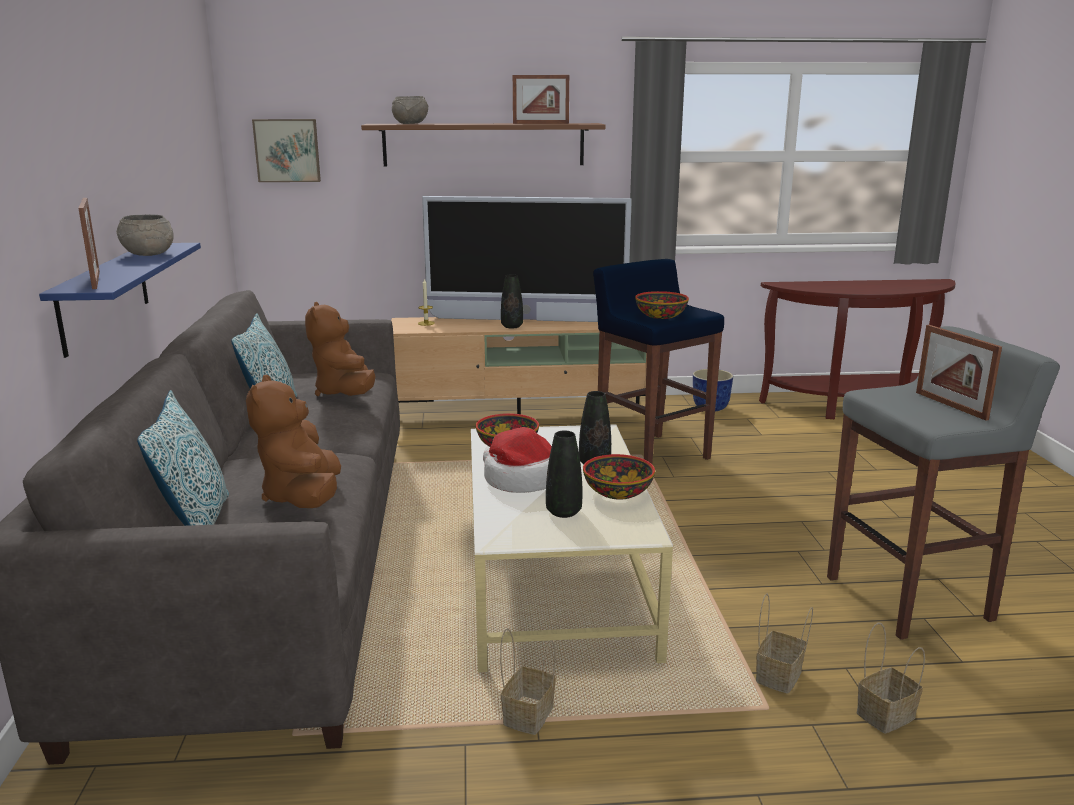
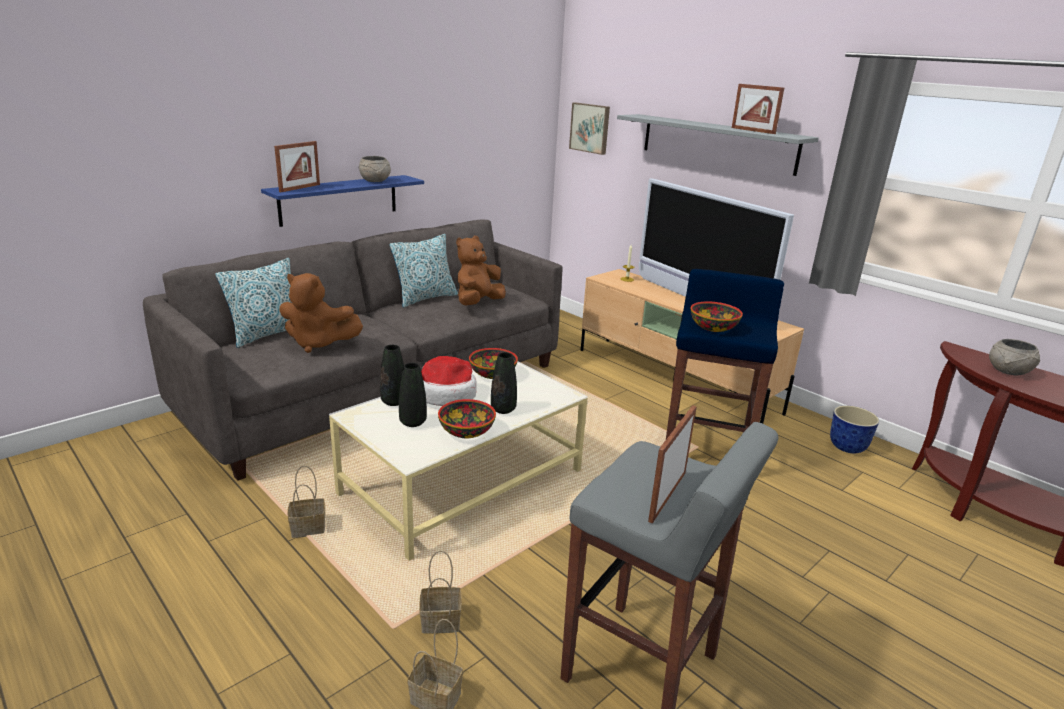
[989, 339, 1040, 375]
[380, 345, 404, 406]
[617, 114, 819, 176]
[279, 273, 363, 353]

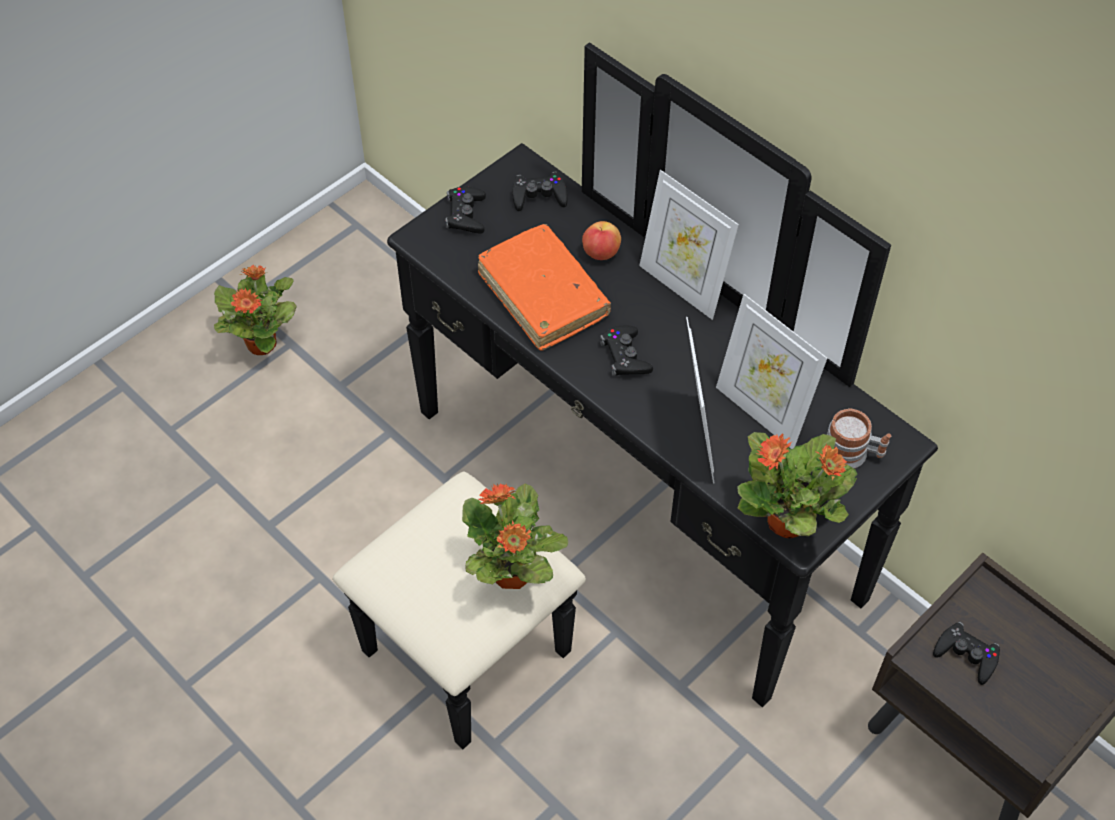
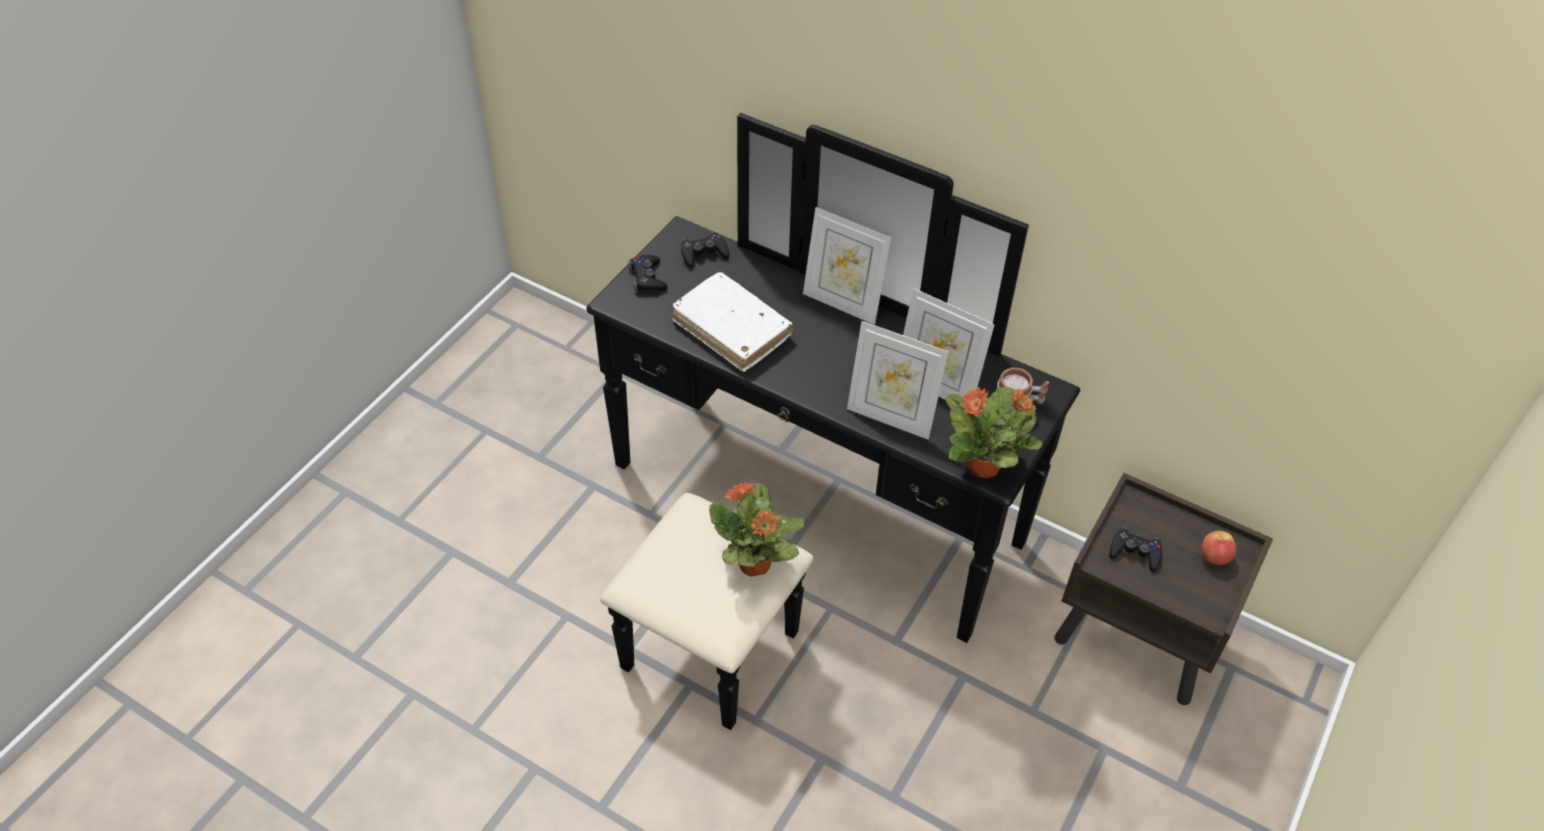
[214, 264, 297, 355] (first image)
[600, 325, 653, 376] (first image)
[1201, 531, 1237, 565]
[672, 272, 793, 372]
[847, 321, 948, 440]

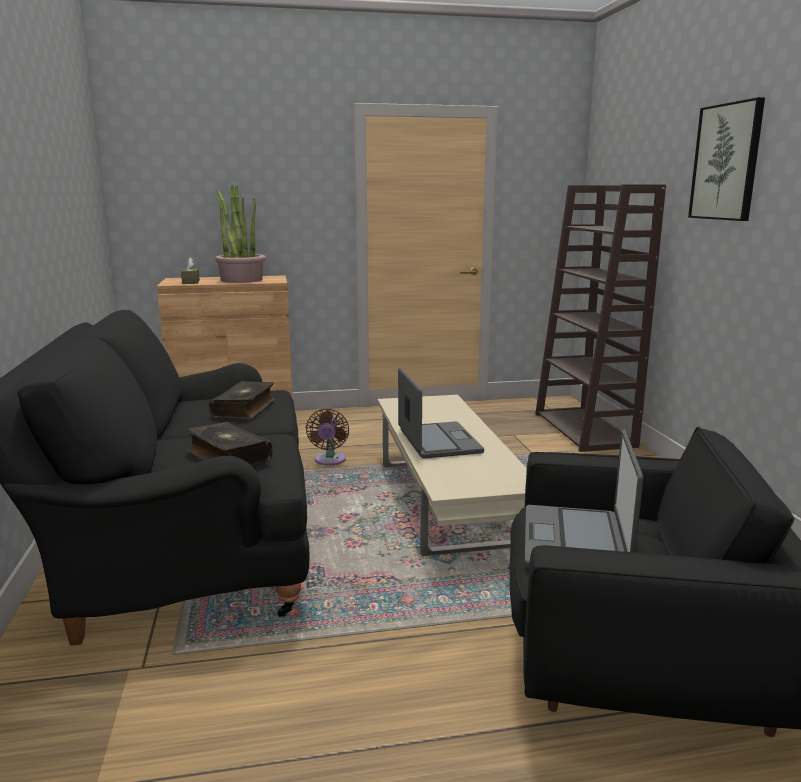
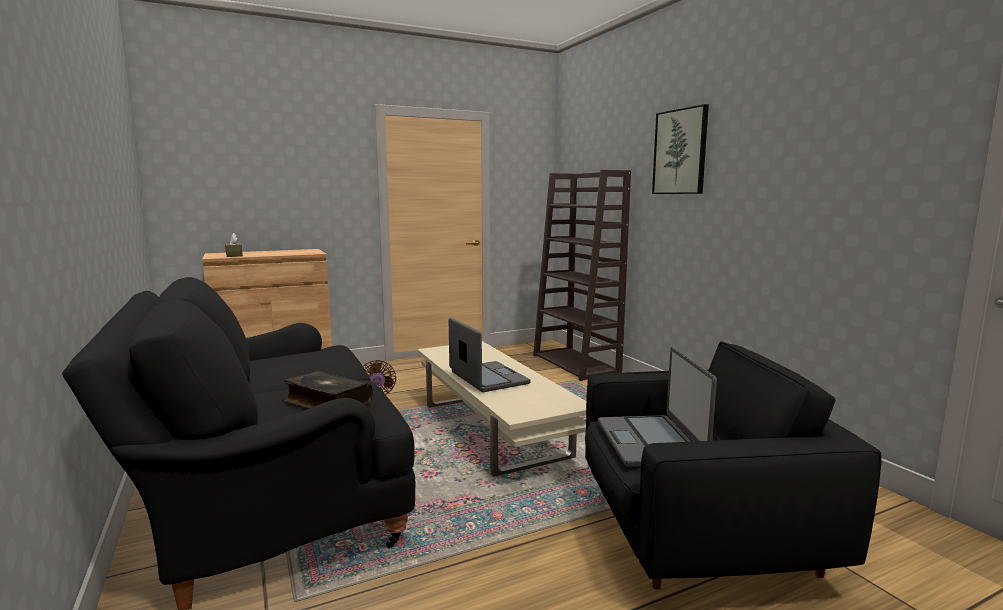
[209, 381, 275, 419] (first image)
[215, 185, 266, 283] (first image)

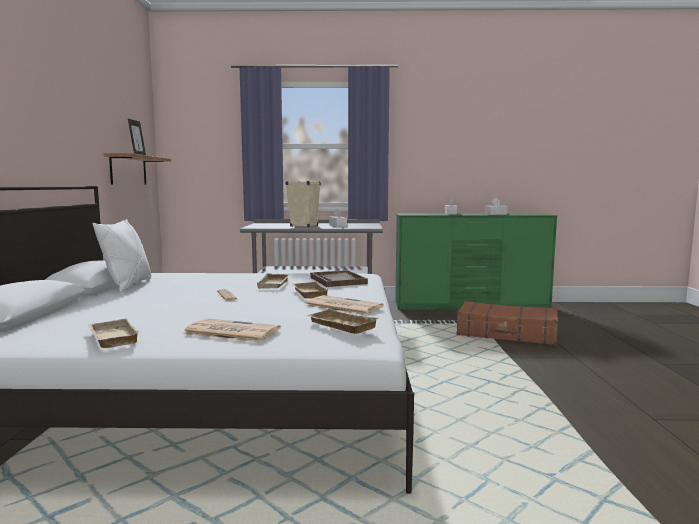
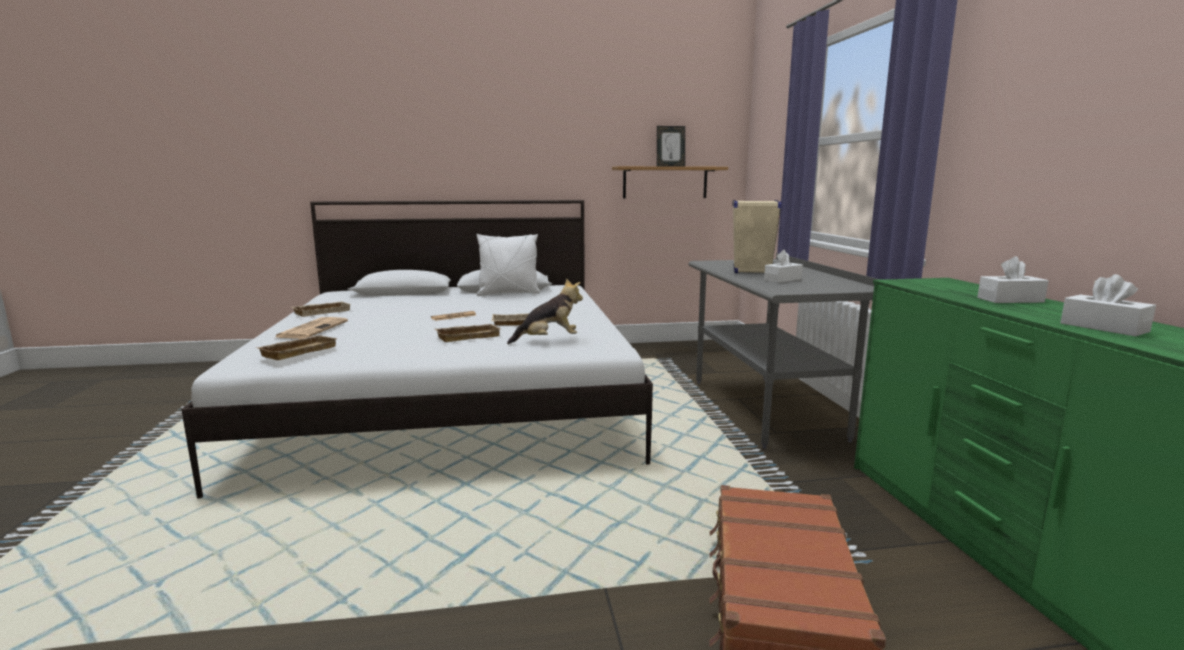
[305, 295, 384, 315] (first image)
[507, 278, 583, 344]

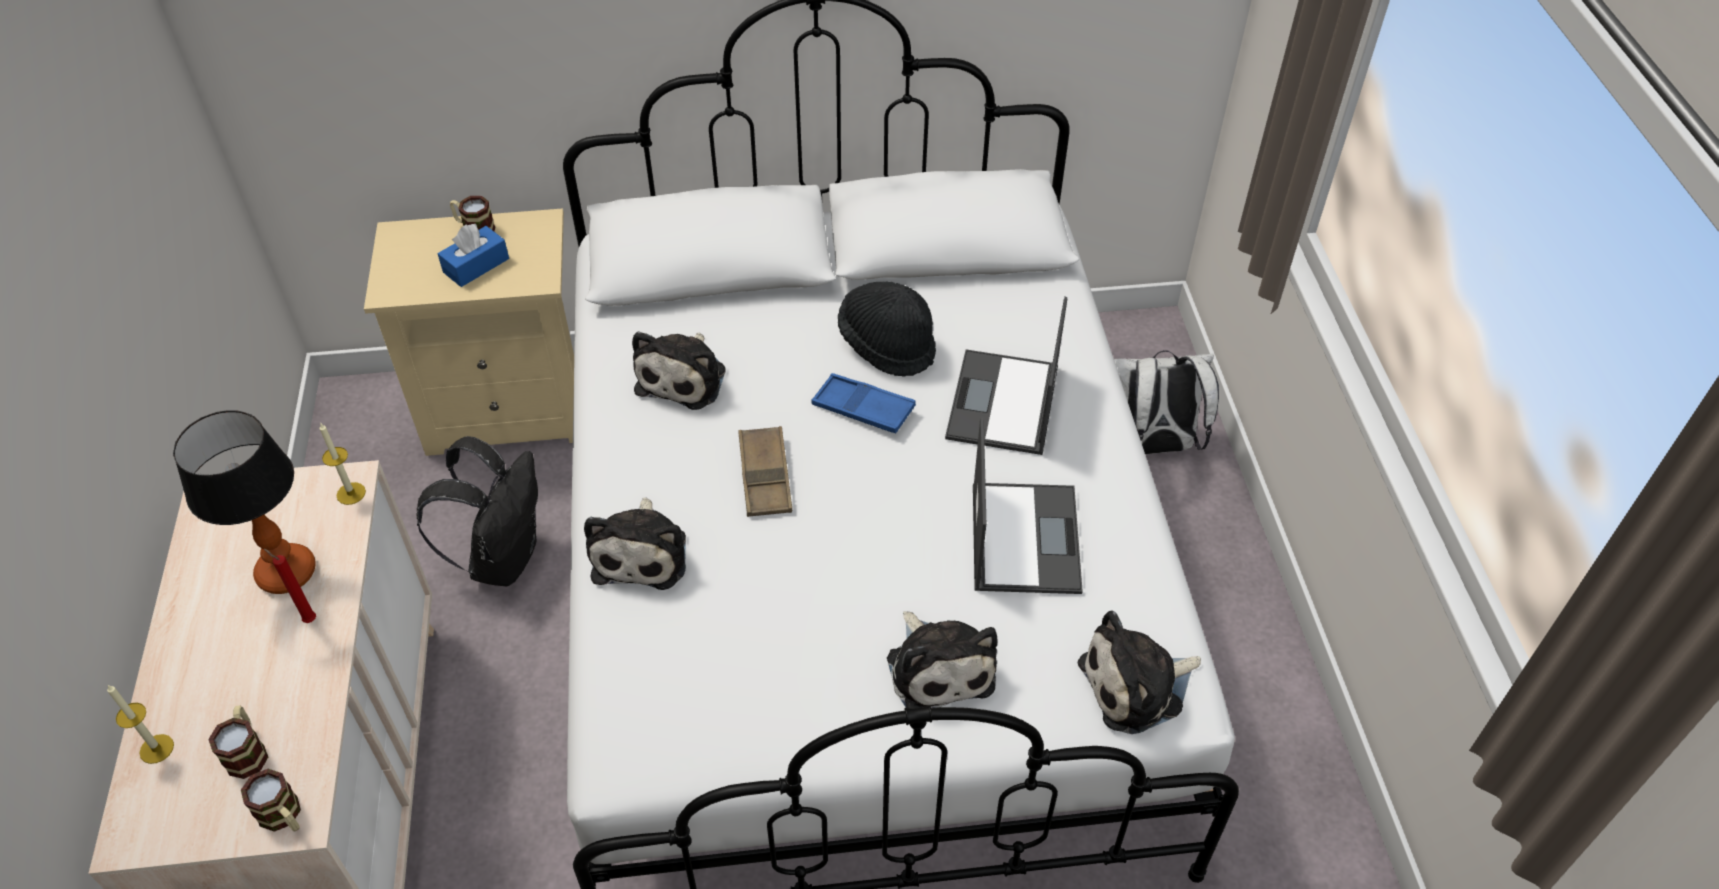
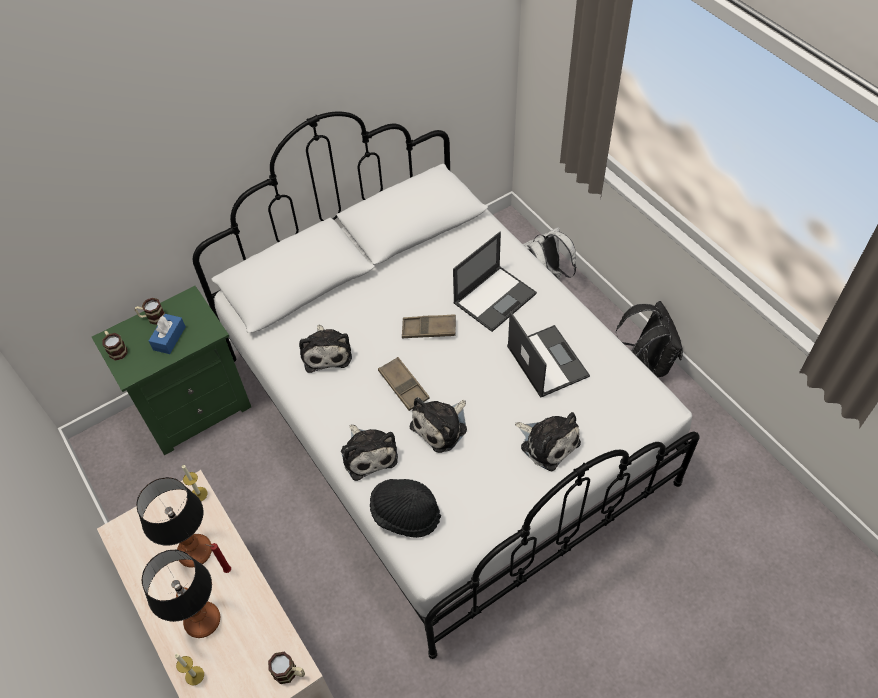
[142, 550, 220, 638]
[102, 331, 127, 361]
[616, 301, 683, 377]
[370, 479, 441, 538]
[410, 397, 467, 453]
[92, 286, 251, 455]
[402, 314, 456, 338]
[453, 232, 537, 332]

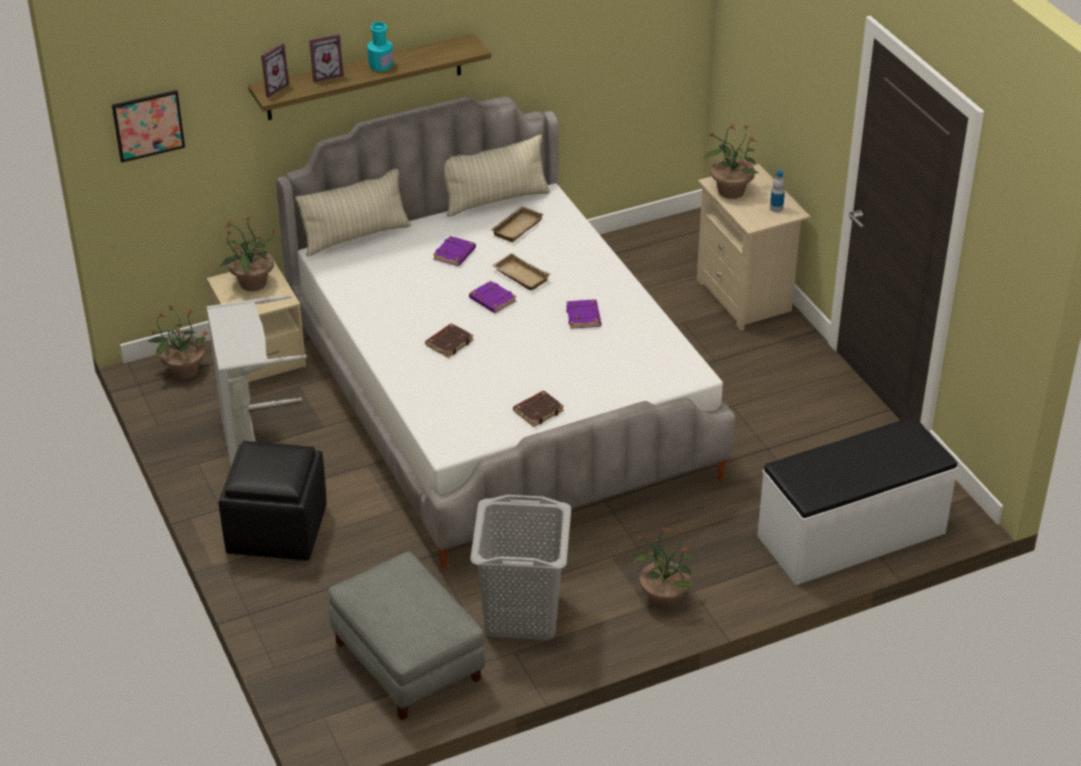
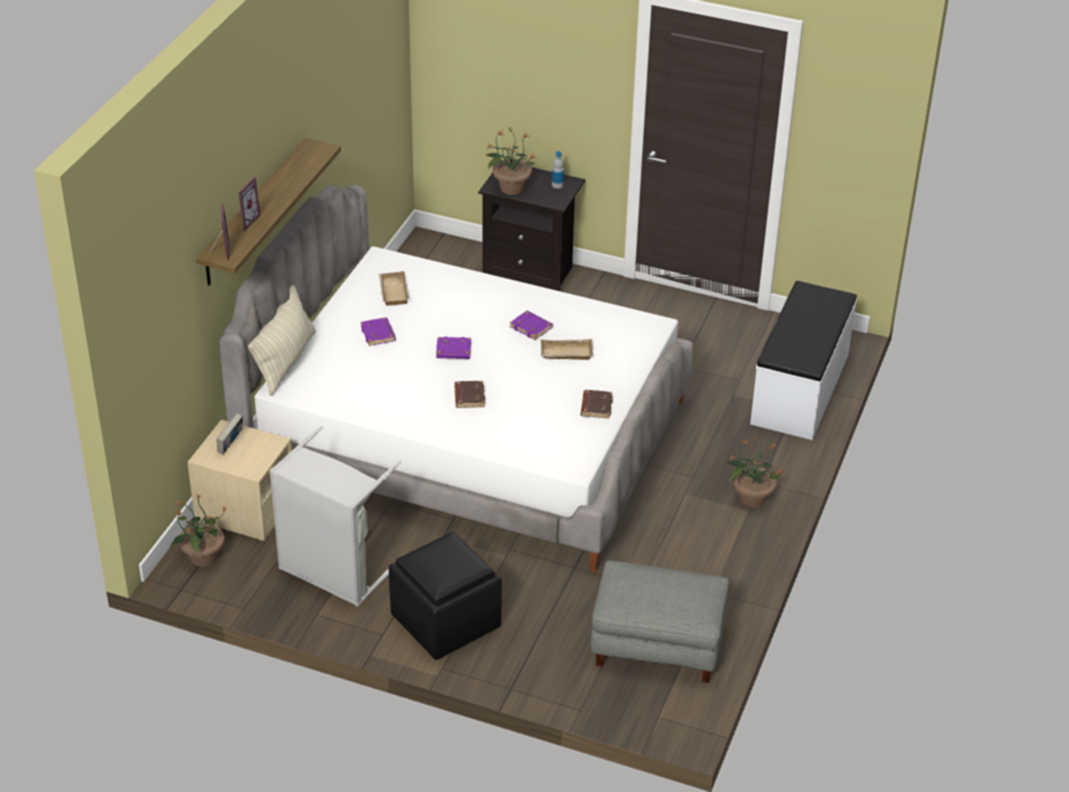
[112, 90, 185, 163] (first image)
[367, 22, 393, 71] (first image)
[444, 135, 550, 217] (first image)
[470, 495, 571, 640] (first image)
[541, 339, 593, 360]
[216, 413, 243, 455]
[478, 167, 585, 291]

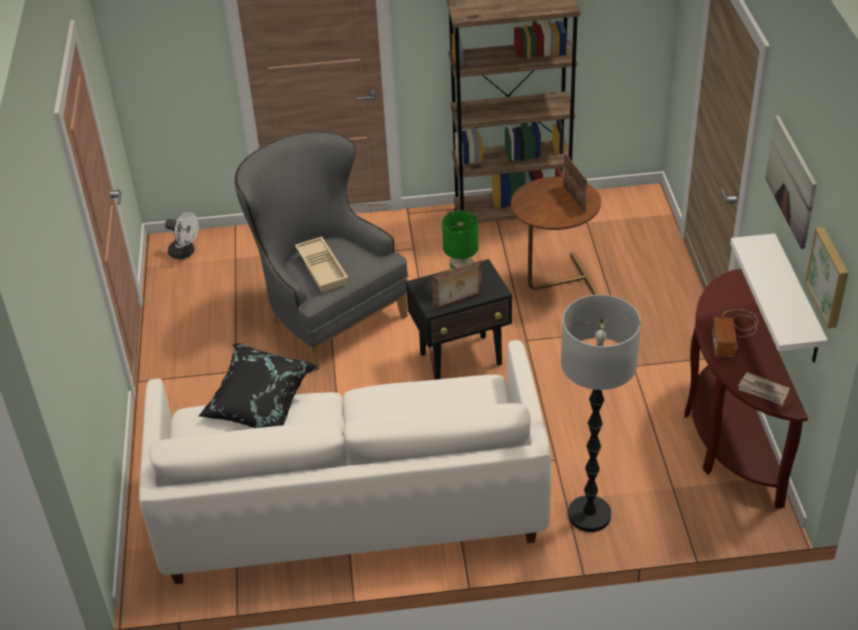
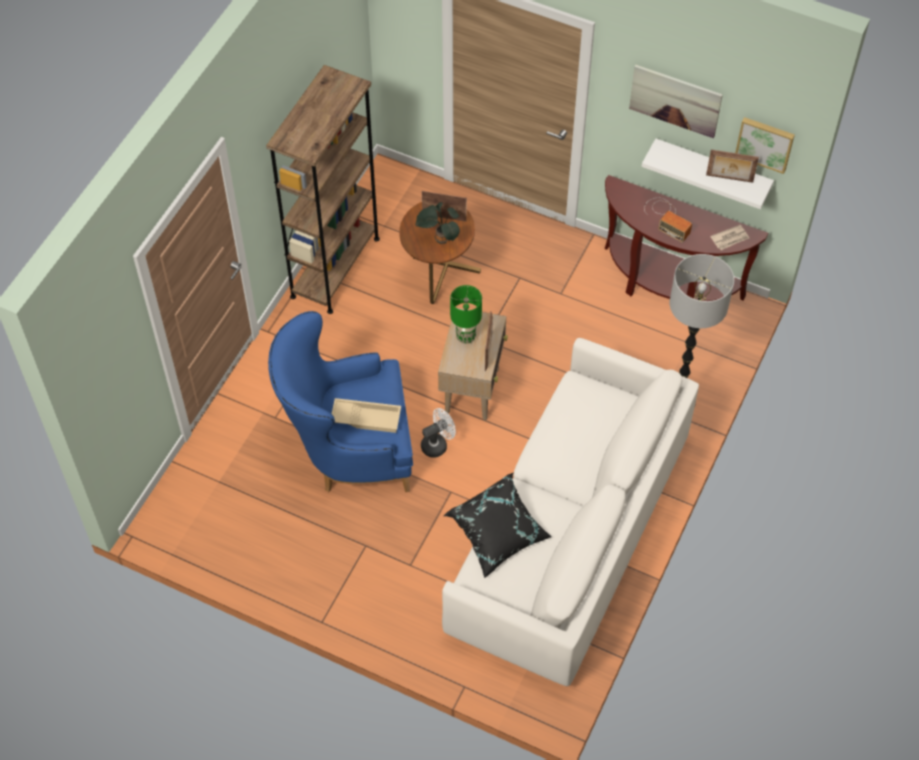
[416, 202, 460, 244]
[706, 150, 759, 183]
[421, 408, 456, 458]
[268, 311, 413, 492]
[438, 308, 508, 420]

